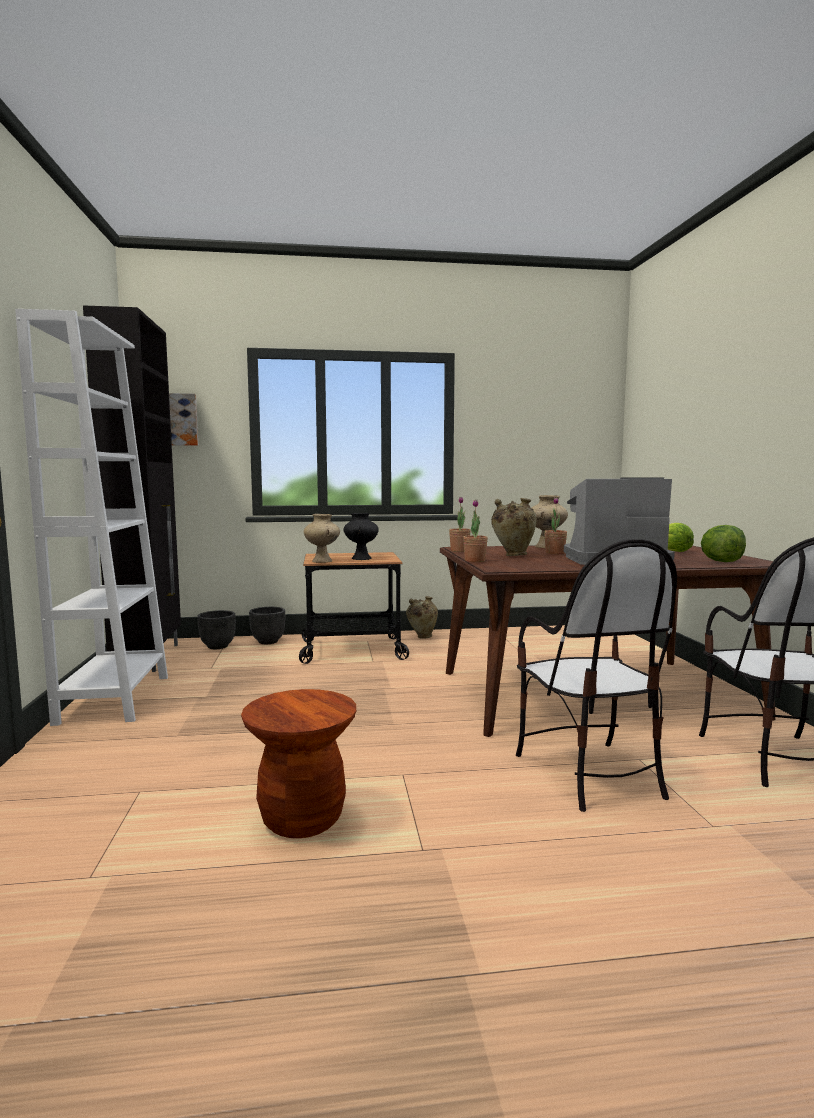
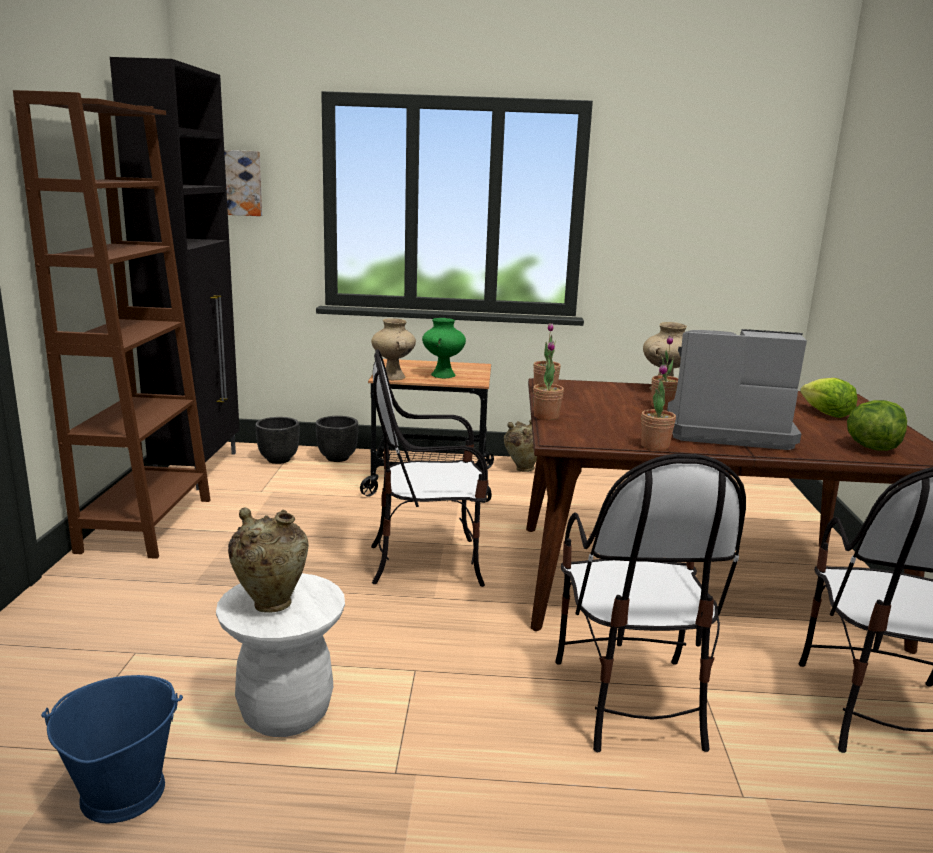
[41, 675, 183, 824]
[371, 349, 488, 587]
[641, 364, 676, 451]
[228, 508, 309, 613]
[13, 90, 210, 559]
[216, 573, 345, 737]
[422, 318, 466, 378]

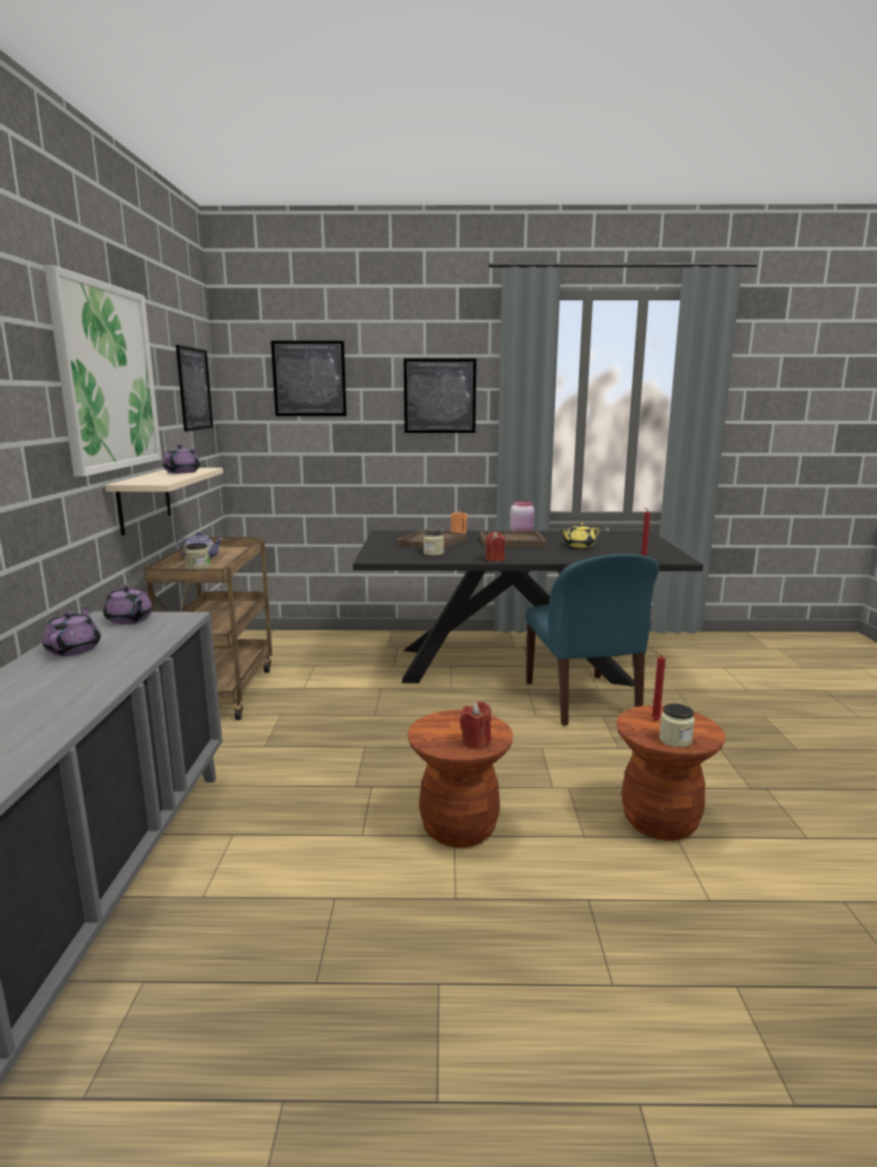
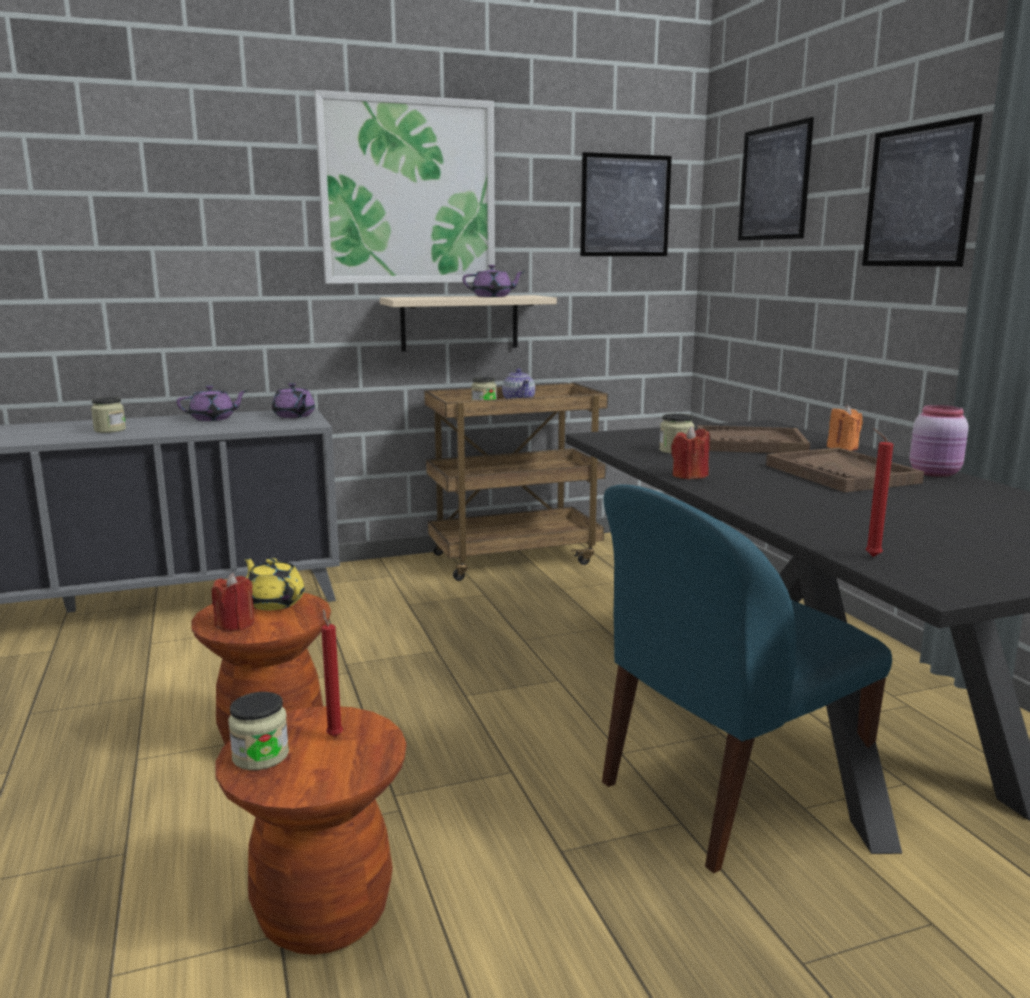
[91, 397, 126, 433]
[244, 557, 305, 610]
[272, 383, 315, 418]

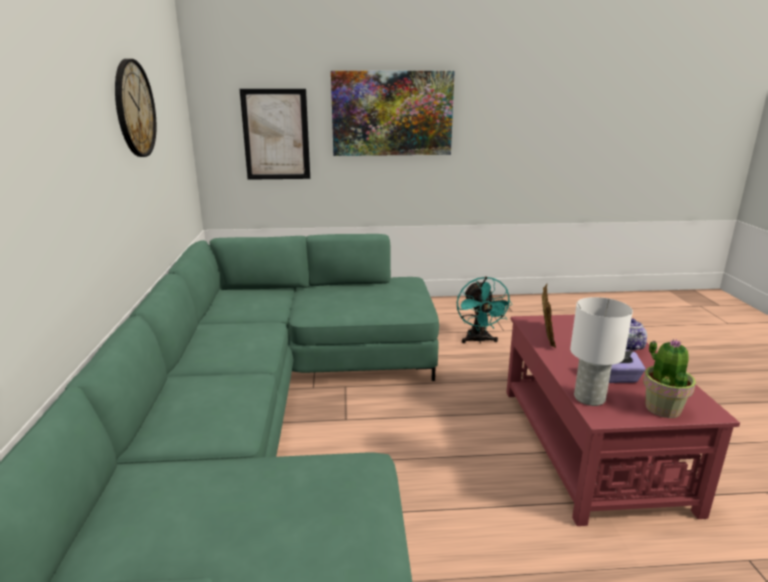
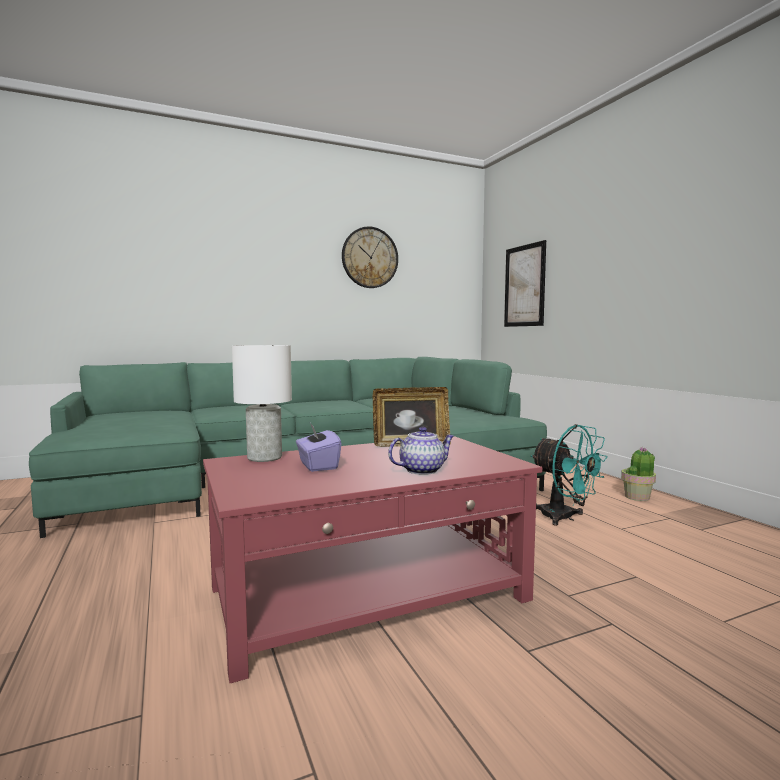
[331, 71, 455, 156] (first image)
[621, 447, 656, 501]
[531, 424, 608, 526]

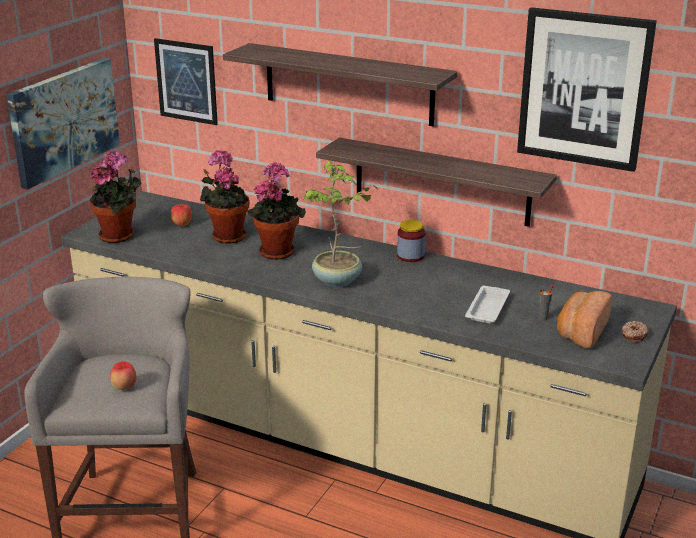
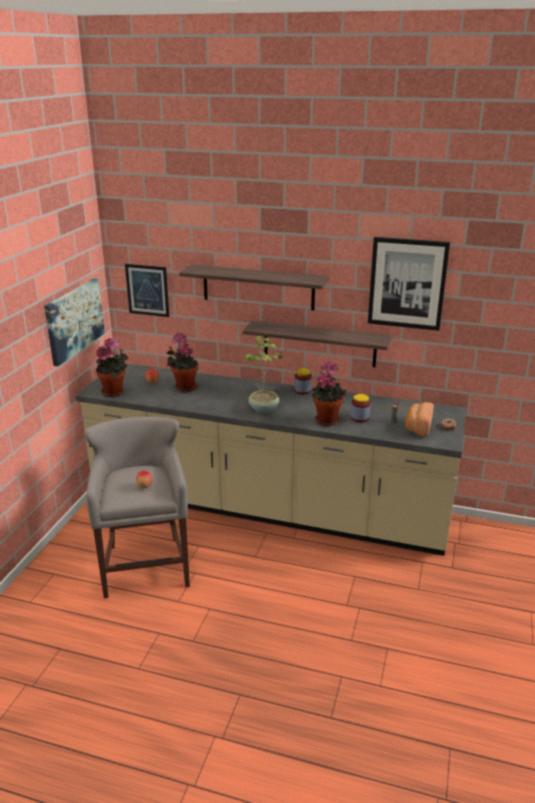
[311, 360, 347, 426]
[351, 394, 370, 422]

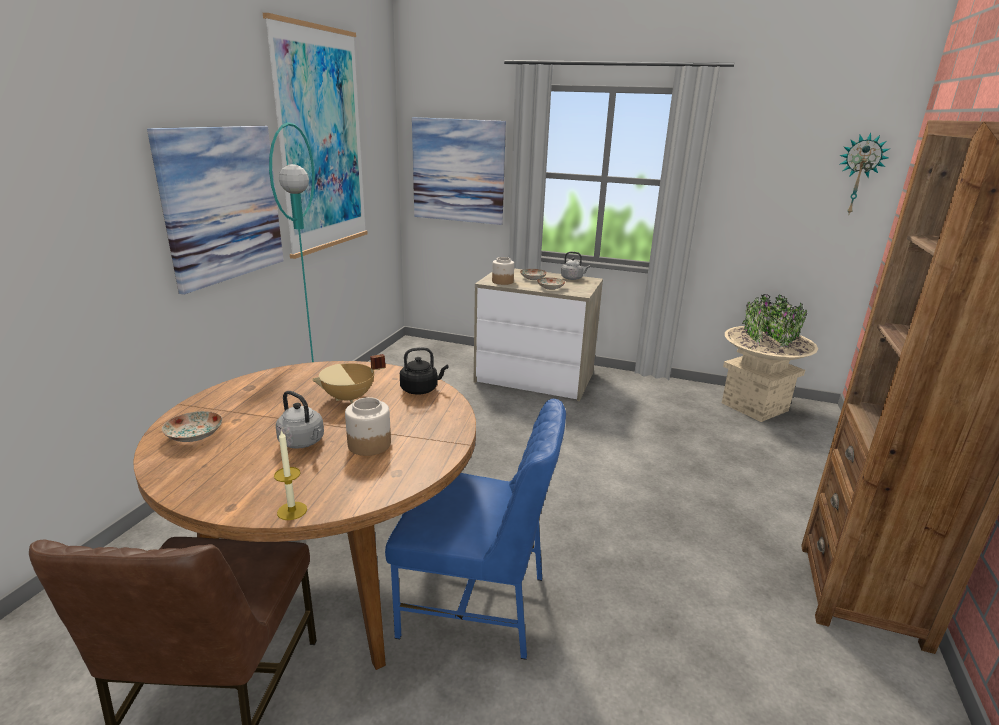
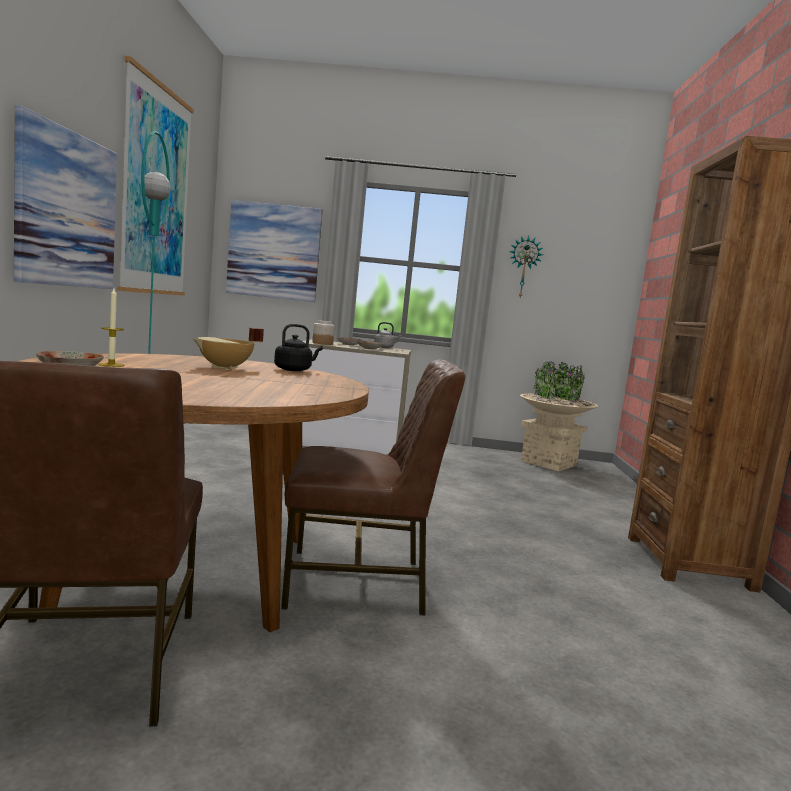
[276, 391, 324, 449] (first image)
[345, 397, 391, 456] (first image)
[98, 288, 125, 367]
[509, 236, 543, 298]
[281, 360, 465, 616]

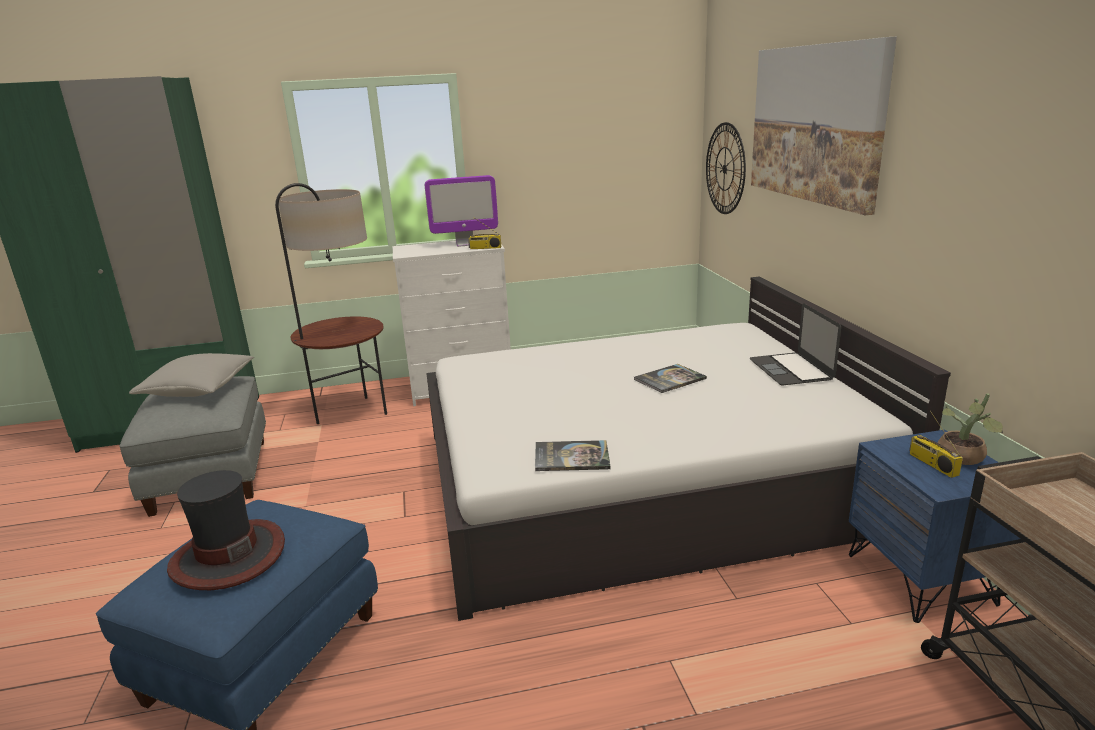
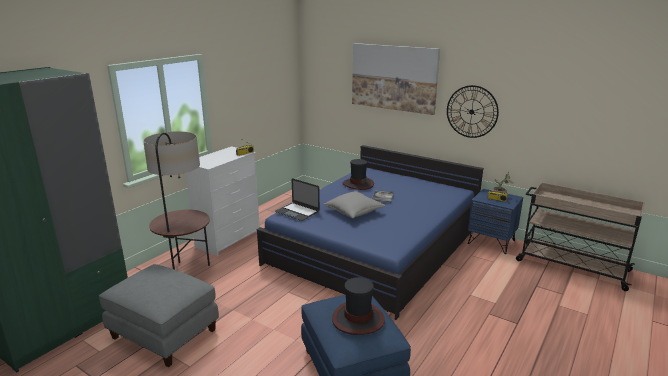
[425, 175, 498, 247] (first image)
[535, 440, 610, 471] (first image)
[343, 159, 374, 190]
[323, 191, 385, 218]
[447, 85, 499, 138]
[275, 179, 320, 221]
[256, 145, 484, 320]

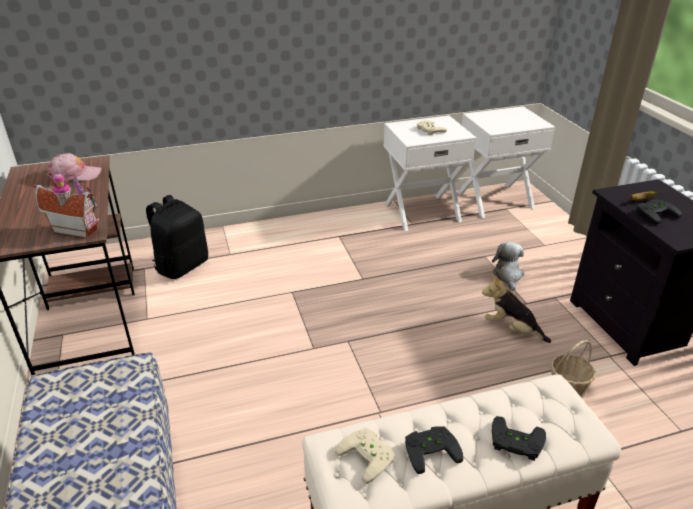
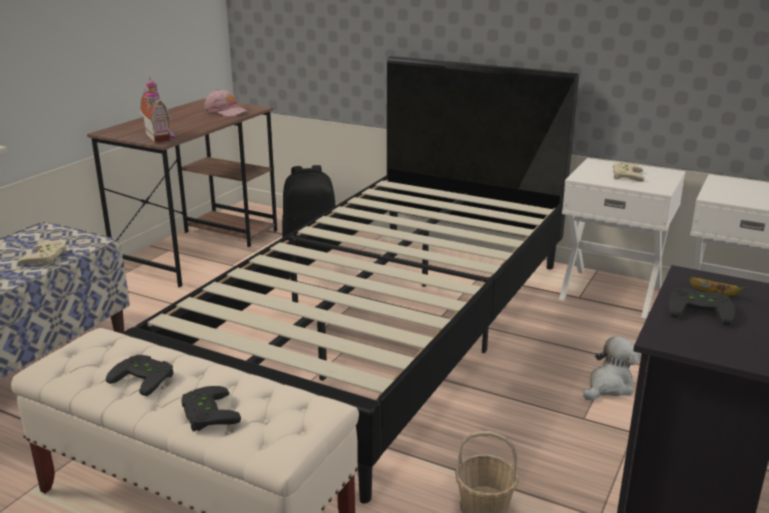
[482, 275, 551, 343] (first image)
[122, 56, 579, 504]
[18, 241, 67, 265]

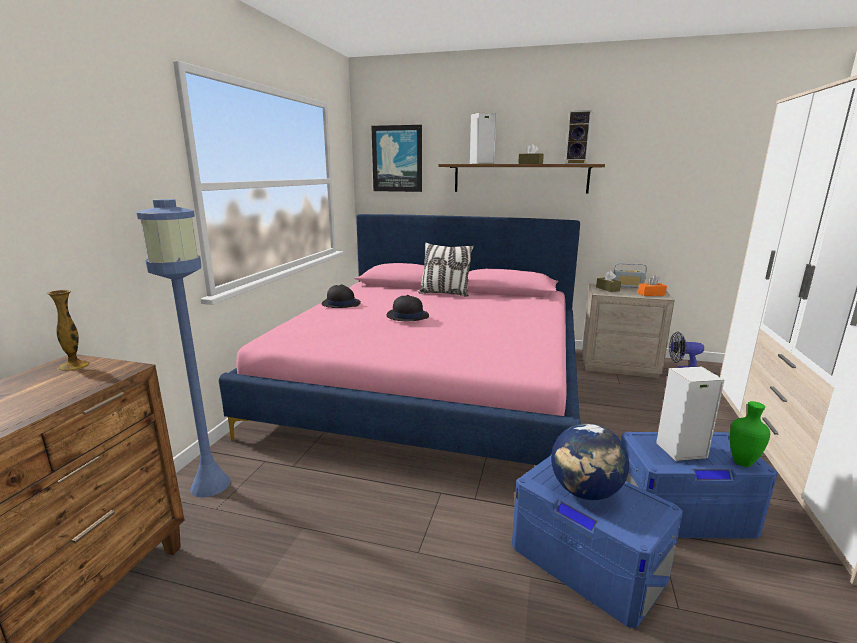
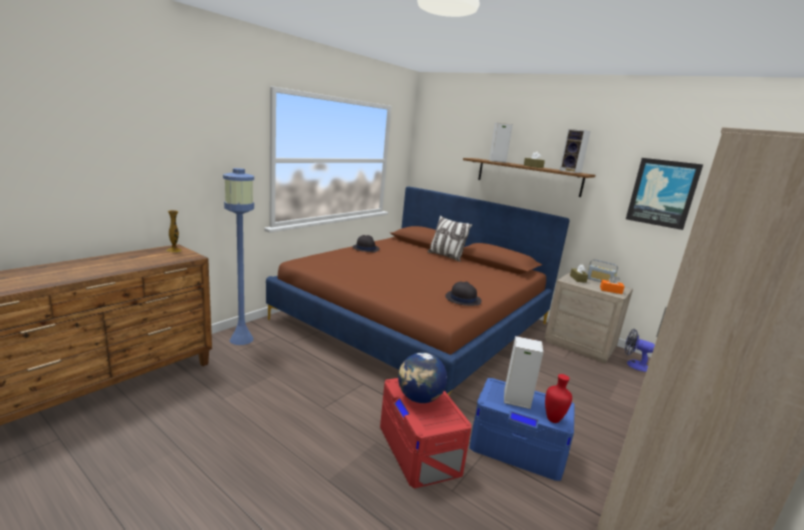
[626, 158, 703, 230]
[445, 282, 482, 306]
[266, 187, 570, 395]
[380, 378, 471, 489]
[545, 374, 572, 423]

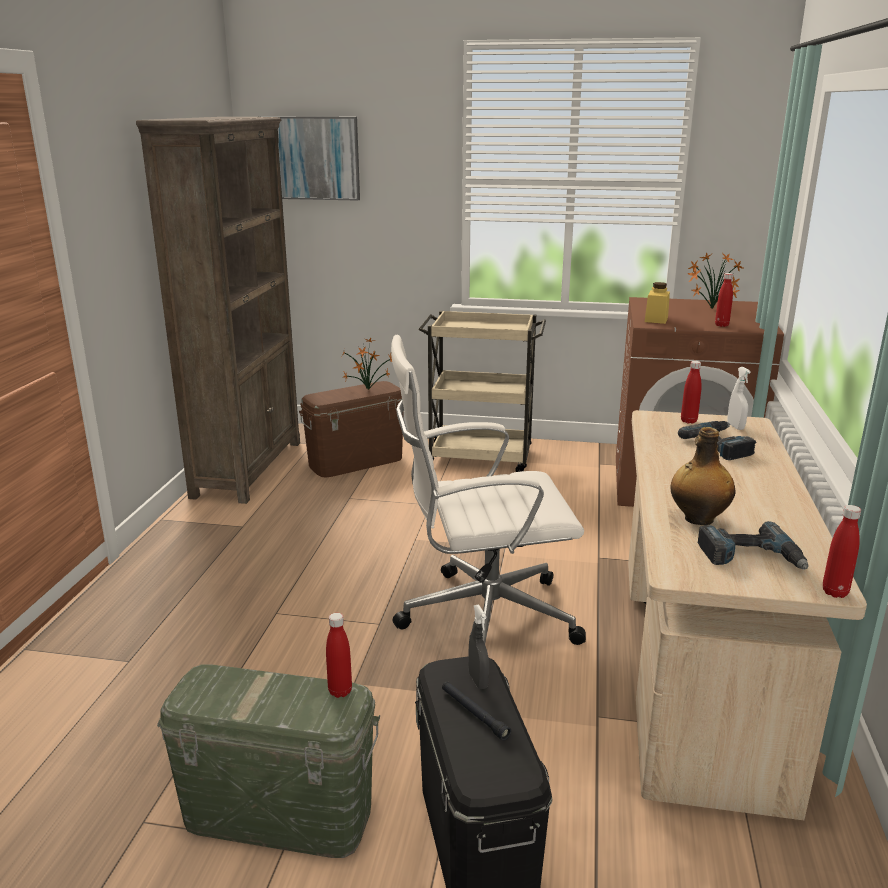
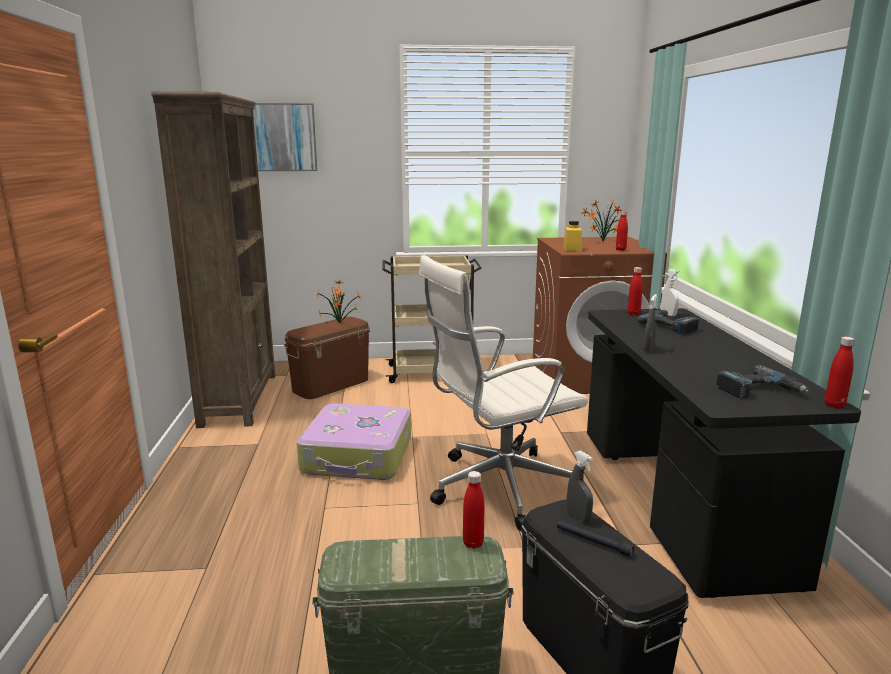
[670, 427, 735, 525] (first image)
[297, 403, 411, 480]
[643, 294, 657, 352]
[587, 308, 861, 598]

